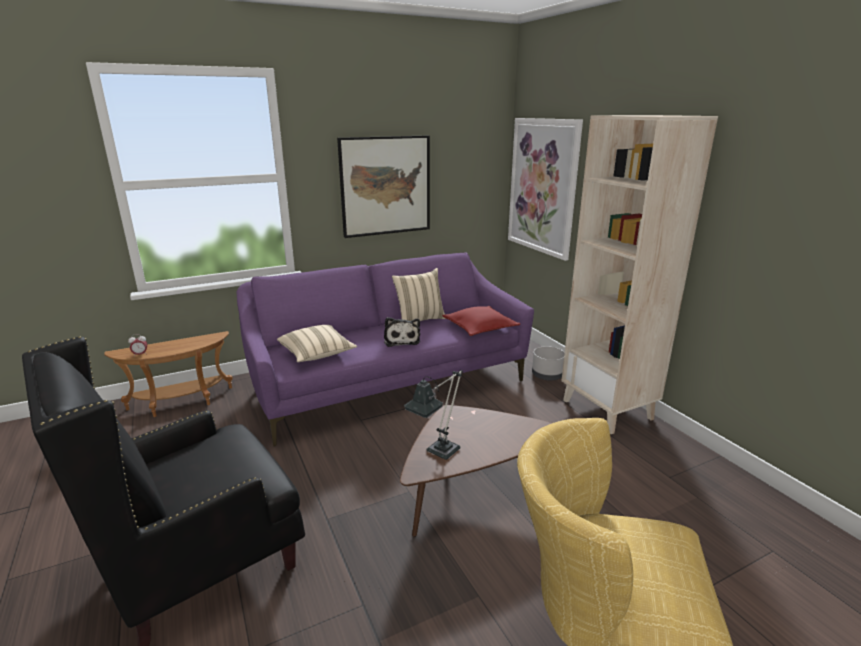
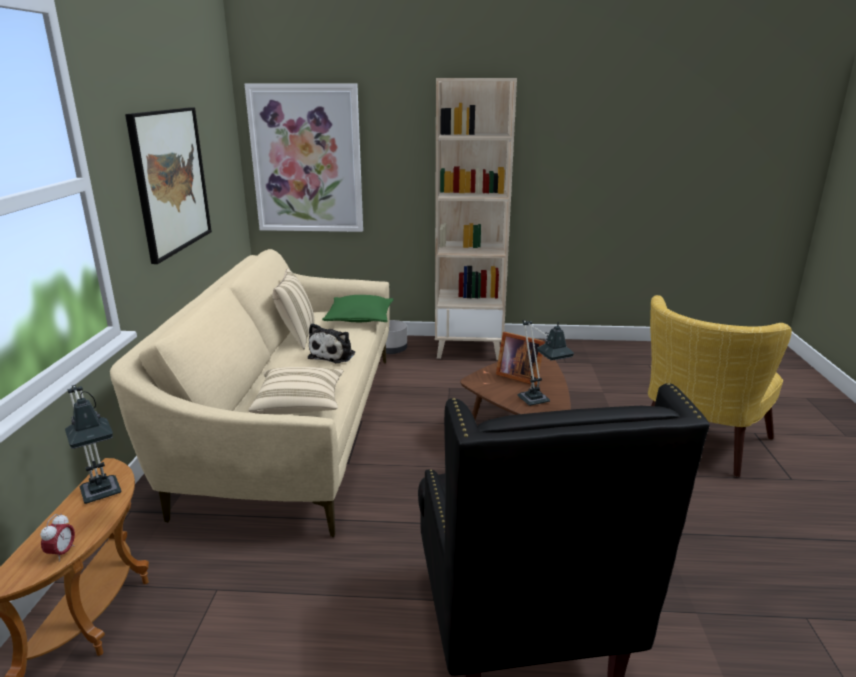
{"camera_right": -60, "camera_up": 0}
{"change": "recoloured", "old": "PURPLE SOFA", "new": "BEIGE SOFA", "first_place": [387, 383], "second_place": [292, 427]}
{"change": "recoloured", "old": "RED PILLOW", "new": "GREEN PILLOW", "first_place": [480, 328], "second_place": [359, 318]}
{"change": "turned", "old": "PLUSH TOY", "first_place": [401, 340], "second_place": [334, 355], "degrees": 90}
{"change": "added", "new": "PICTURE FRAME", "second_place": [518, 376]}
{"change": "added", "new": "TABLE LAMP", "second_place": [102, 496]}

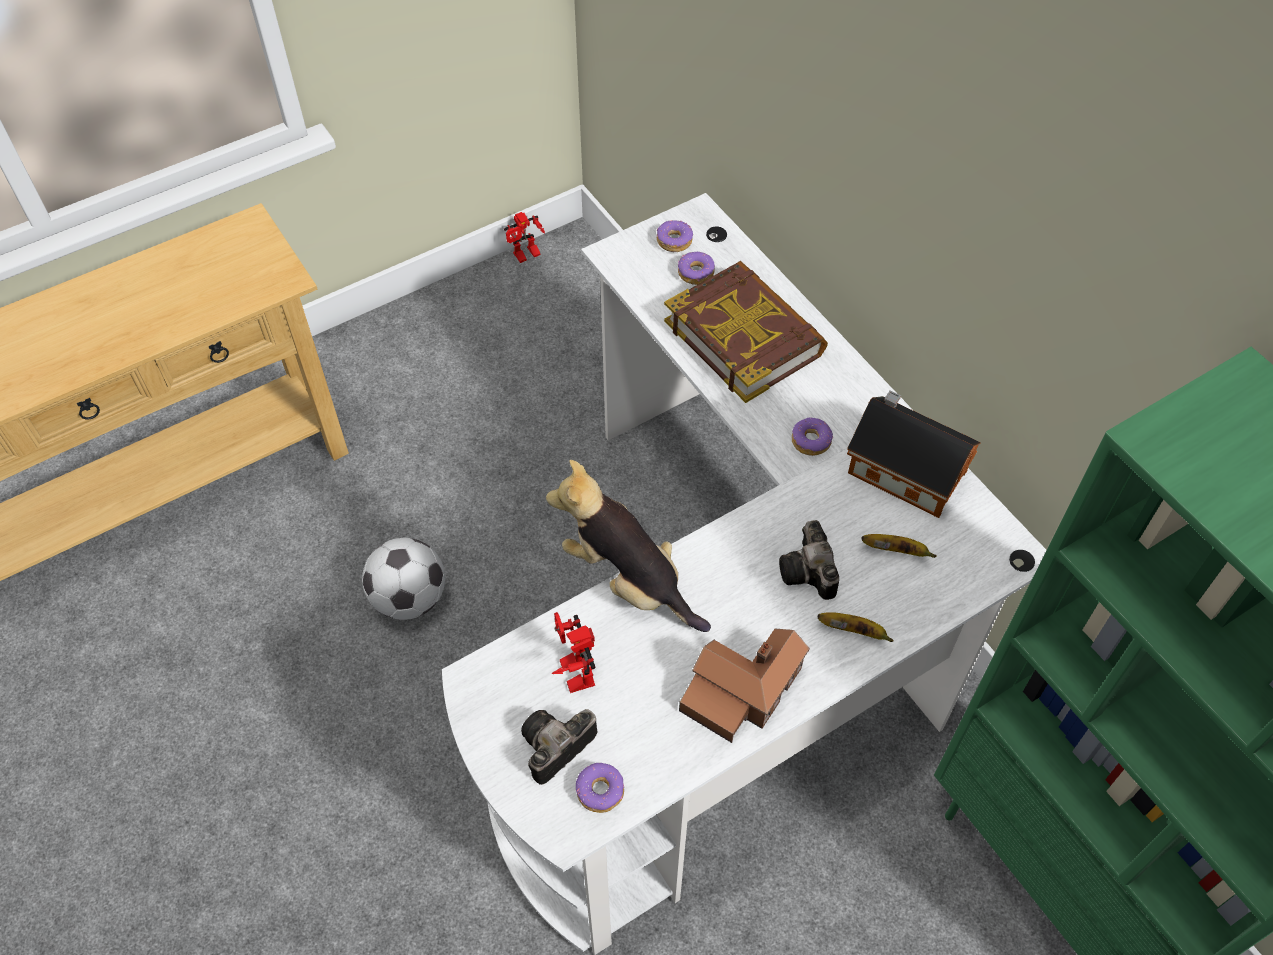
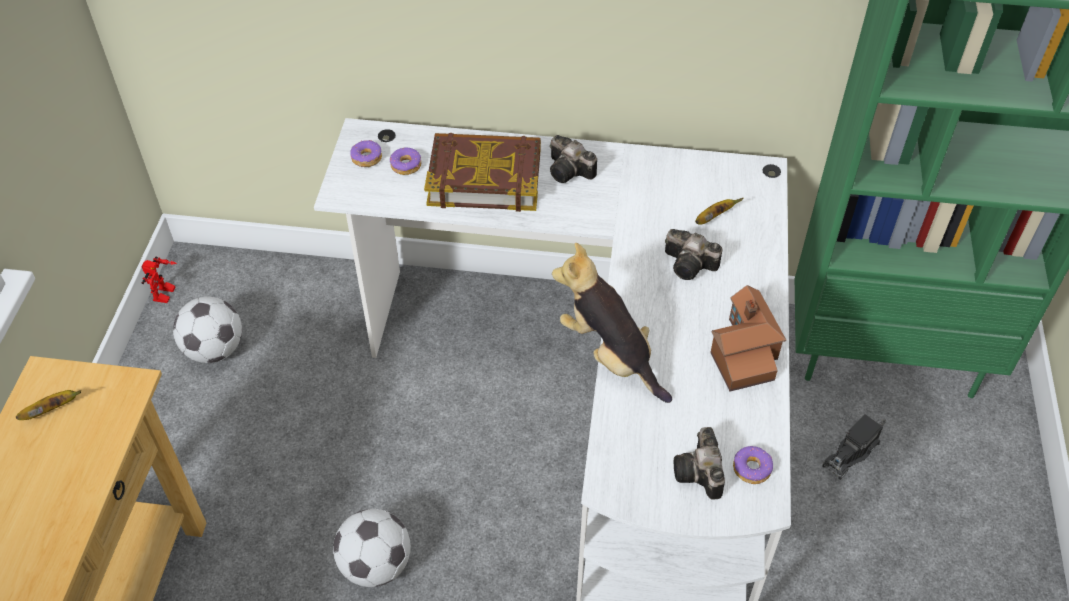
{"camera_right": -50, "camera_up": -5}
{"change": "removed", "old": "TOY HOUSE", "first_place": [903, 469]}
{"change": "removed", "old": "DONUT", "first_place": [811, 441]}
{"change": "turned", "old": "PLUSH TOY", "first_place": [628, 580], "second_place": [610, 354], "degrees": 60}
{"change": "removed", "old": "TOY ROBOT", "first_place": [571, 672]}
{"change": "moved", "old": "BANANA", "first_place": [853, 631], "second_place": [52, 409]}
{"change": "added", "new": "PHOTO CAMERA", "second_place": [571, 171]}
{"change": "added", "new": "FOOTBALL", "second_place": [215, 349]}
{"change": "added", "new": "TOY TRUCK", "second_place": [851, 453]}

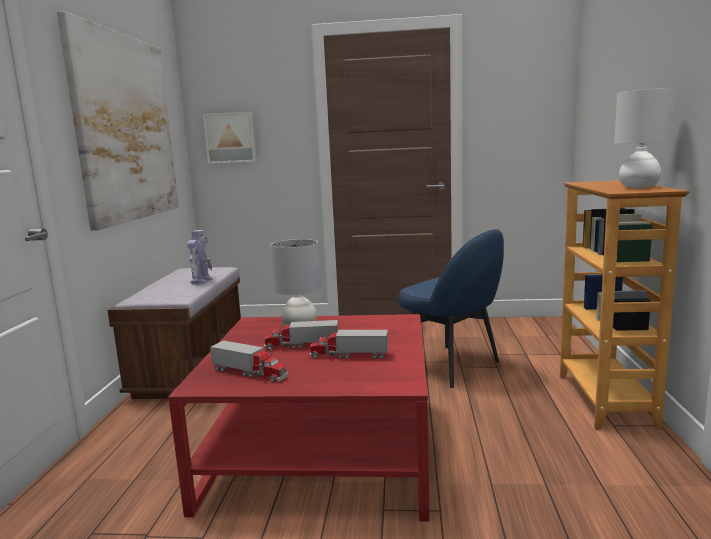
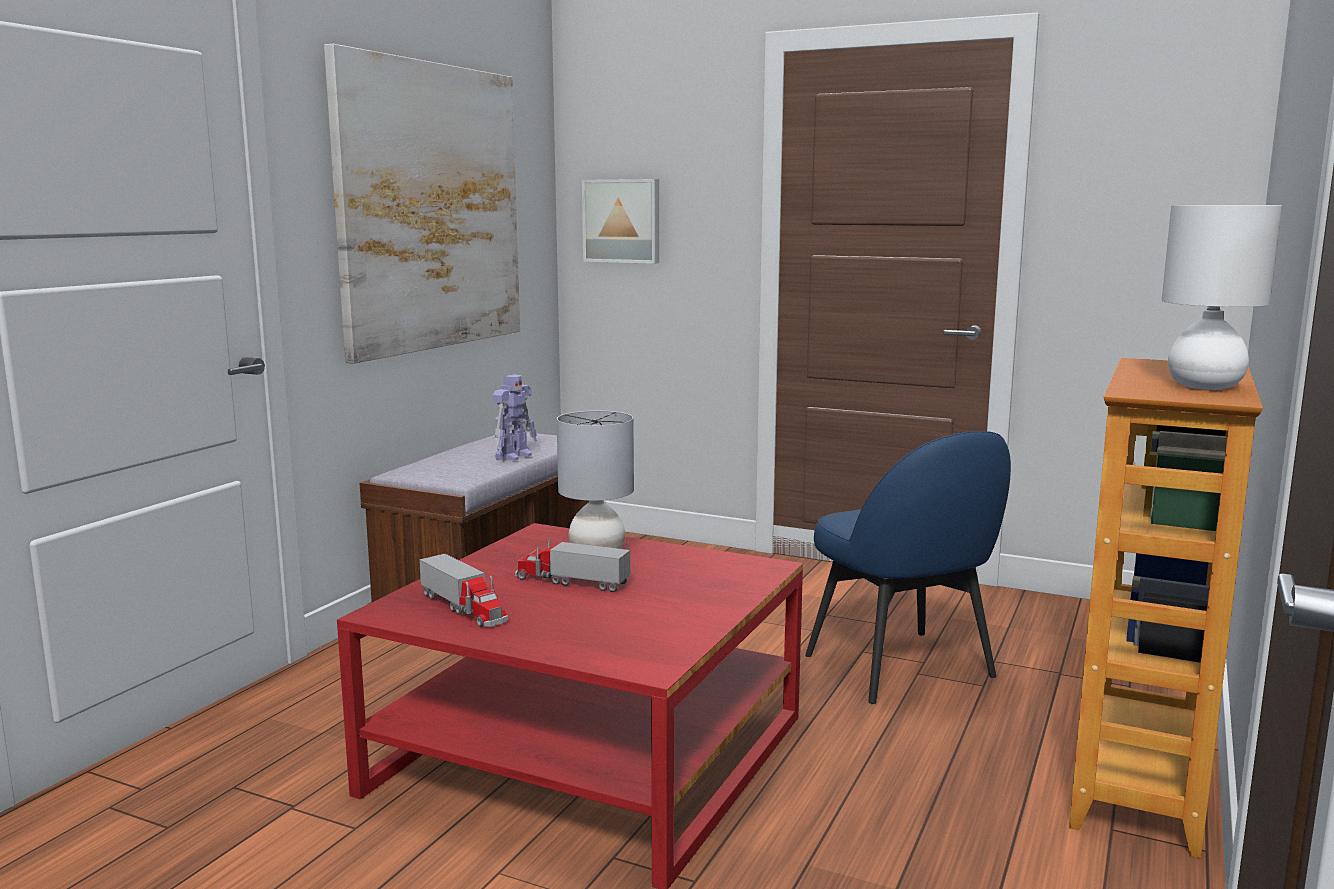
{"camera_right": 20, "camera_up": 0}
{"change": "removed", "old": "TOY TRUCK", "first_place": [348, 355]}

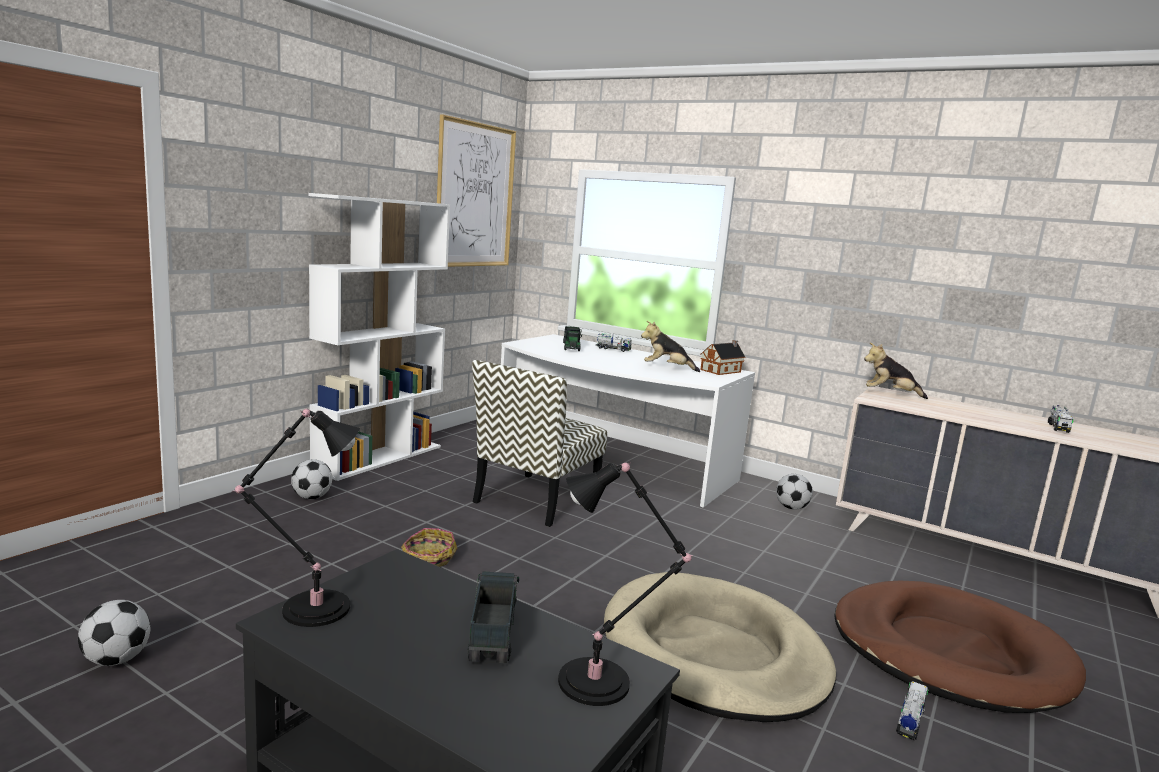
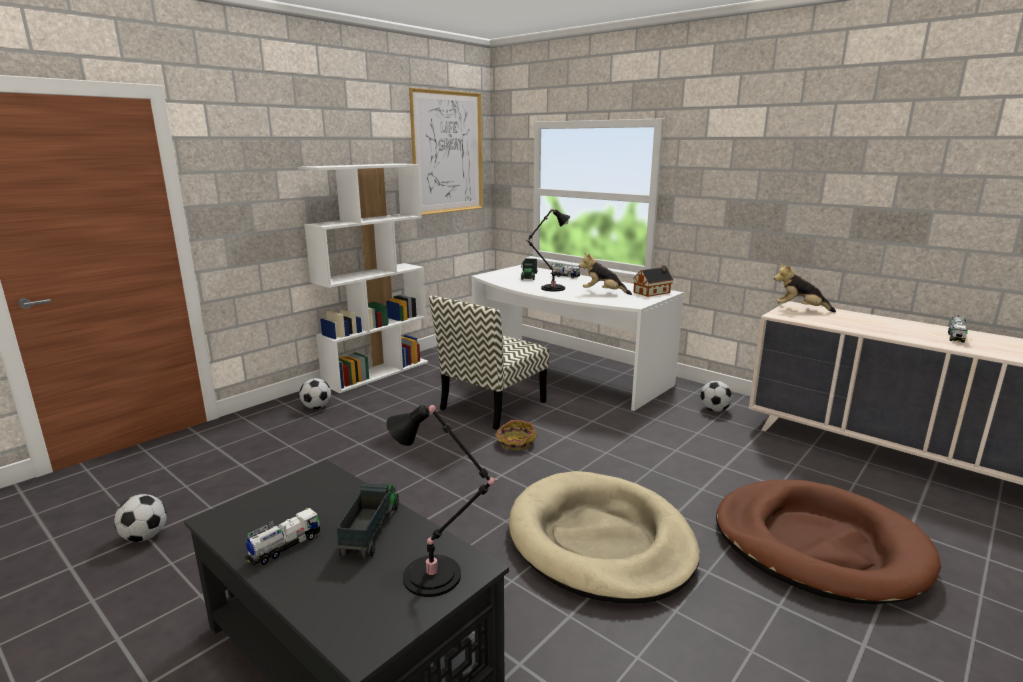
{"camera_right": 10, "camera_up": 5}
{"change": "moved", "old": "BLACK TABLE LAMP", "first_place": [310, 609], "second_place": [550, 288]}
{"change": "moved", "old": "BASKET", "first_place": [428, 558], "second_place": [515, 443]}
{"change": "moved", "old": "TOY TRUCK", "first_place": [910, 721], "second_place": [284, 547]}

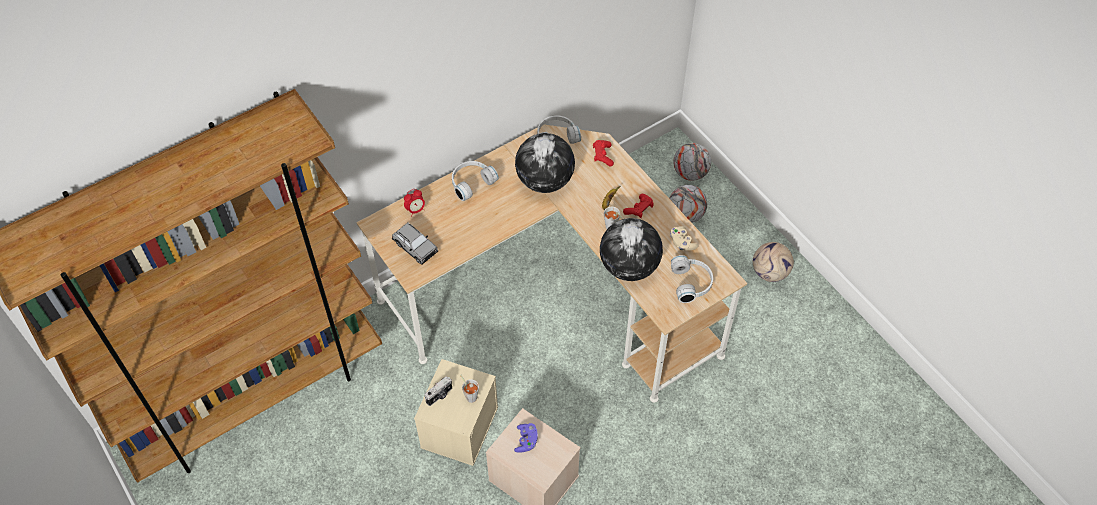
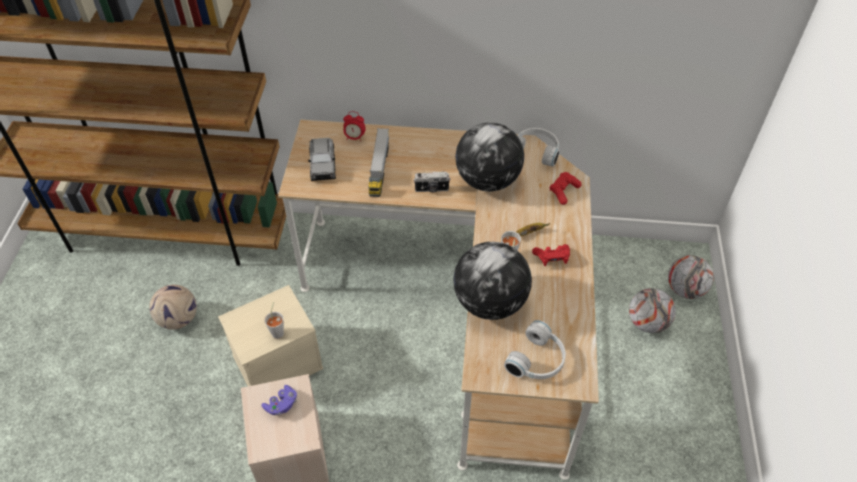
{"camera_right": 40, "camera_up": -5}
{"change": "removed", "old": "WHITE HEADPHONES", "first_place": [471, 182]}
{"change": "removed", "old": "BEIGE GAME CONTROLLER", "first_place": [682, 243]}
{"change": "moved", "old": "FOOTBALL", "first_place": [770, 272], "second_place": [179, 319]}
{"change": "moved", "old": "PHOTO CAMERA", "first_place": [440, 395], "second_place": [432, 189]}
{"change": "added", "new": "TOY TRUCK", "second_place": [379, 169]}

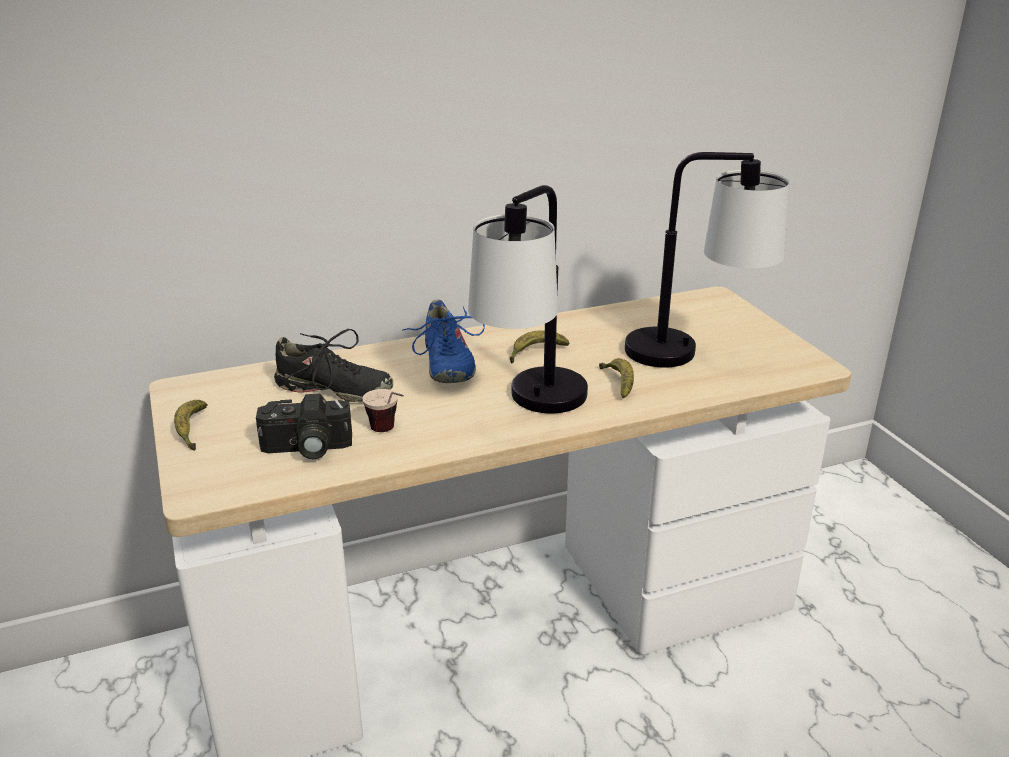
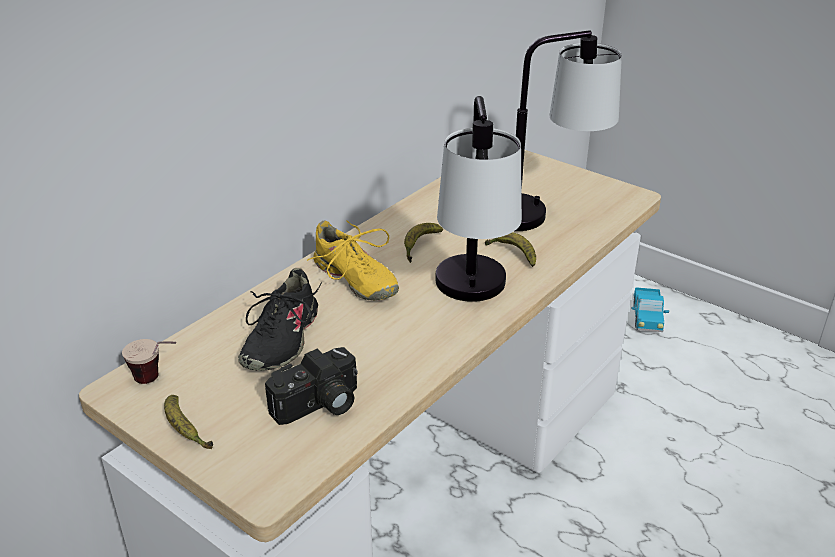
{"camera_right": -30, "camera_up": 5}
{"change": "recoloured", "old": "BLUE SHOE", "new": "YELLOW SHOE", "first_place": [445, 364], "second_place": [354, 280]}
{"change": "turned", "old": "BLACK SHOE", "first_place": [333, 390], "second_place": [280, 339], "degrees": 120}
{"change": "moved", "old": "CUP", "first_place": [389, 433], "second_place": [158, 380]}
{"change": "added", "new": "TOY TRUCK", "second_place": [646, 319]}

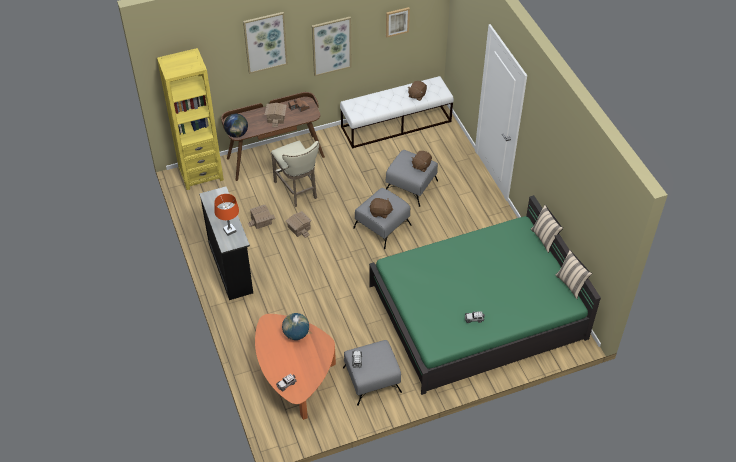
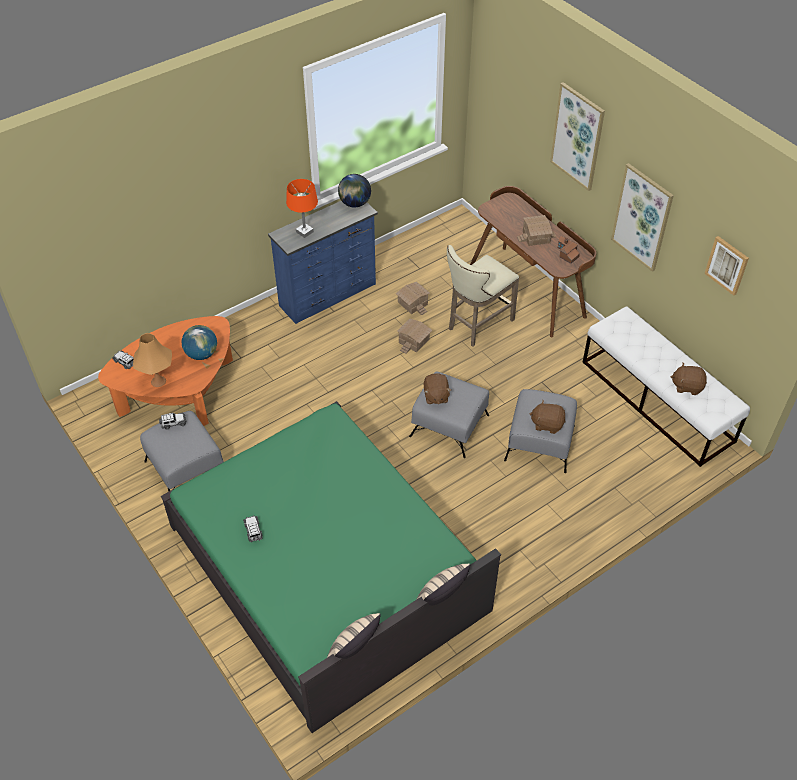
{"camera_right": 75, "camera_up": 0}
{"change": "removed", "old": "YELLOW BOOKCASE", "first_place": [201, 174]}
{"change": "moved", "old": "GLOBE", "first_place": [237, 134], "second_place": [354, 203]}
{"change": "recoloured", "old": "BLACK DRESSER", "new": "BLUE DRESSER", "first_place": [231, 267], "second_place": [329, 295]}
{"change": "added", "new": "ORANGE TABLE LAMP", "second_place": [158, 381]}

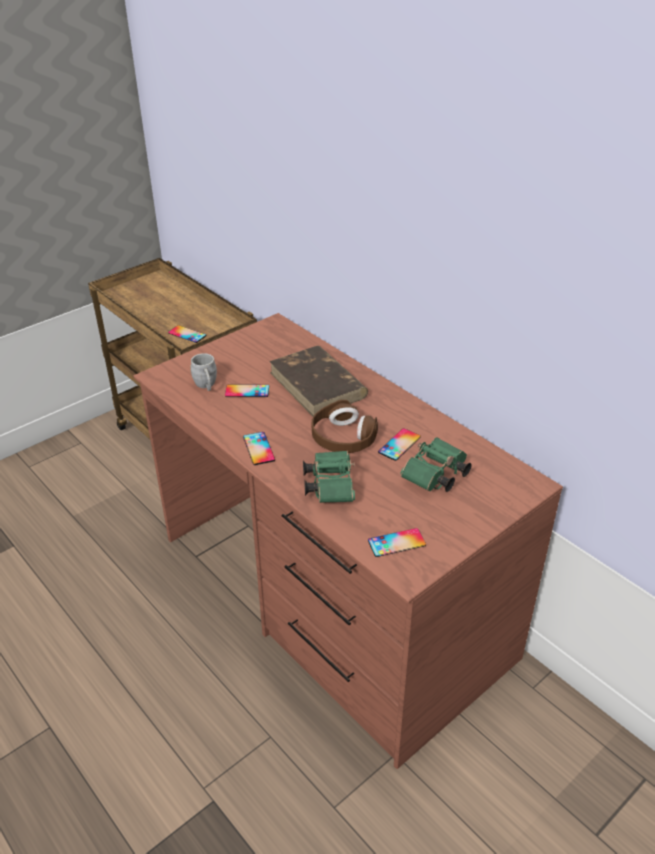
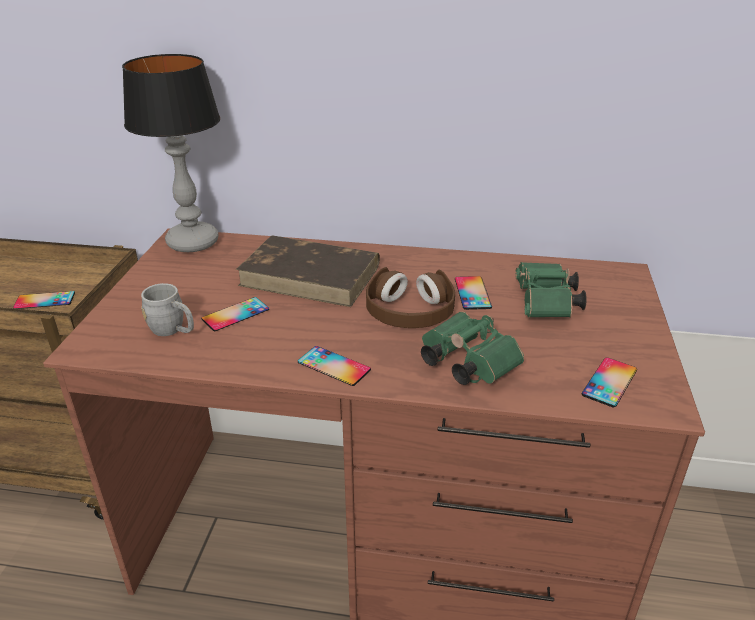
{"camera_right": -40, "camera_up": -5}
{"change": "added", "new": "TABLE LAMP", "second_place": [193, 243]}

